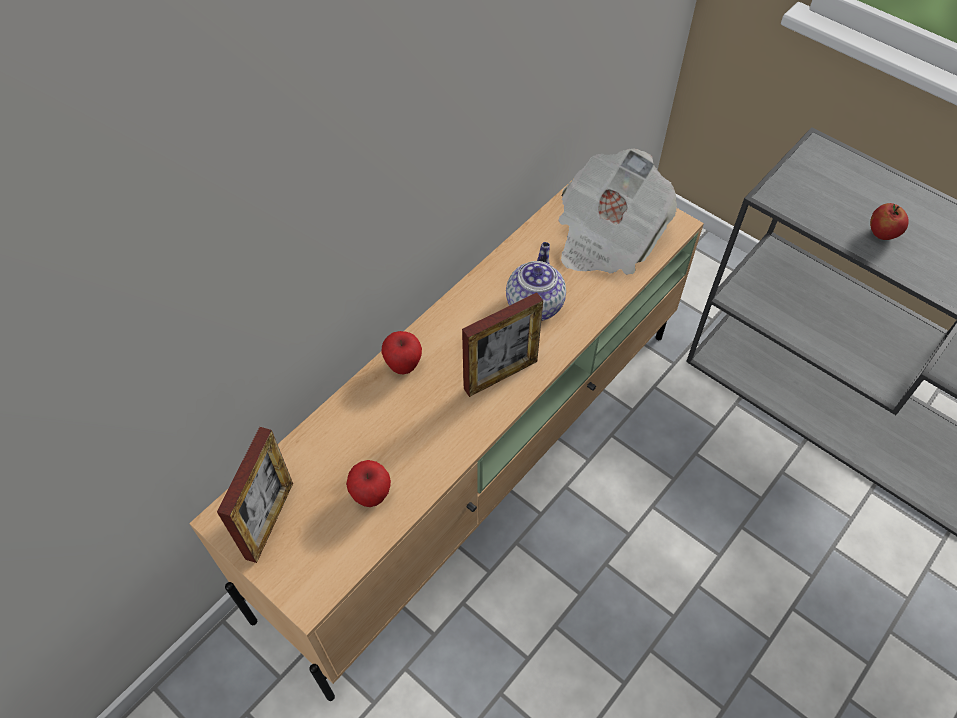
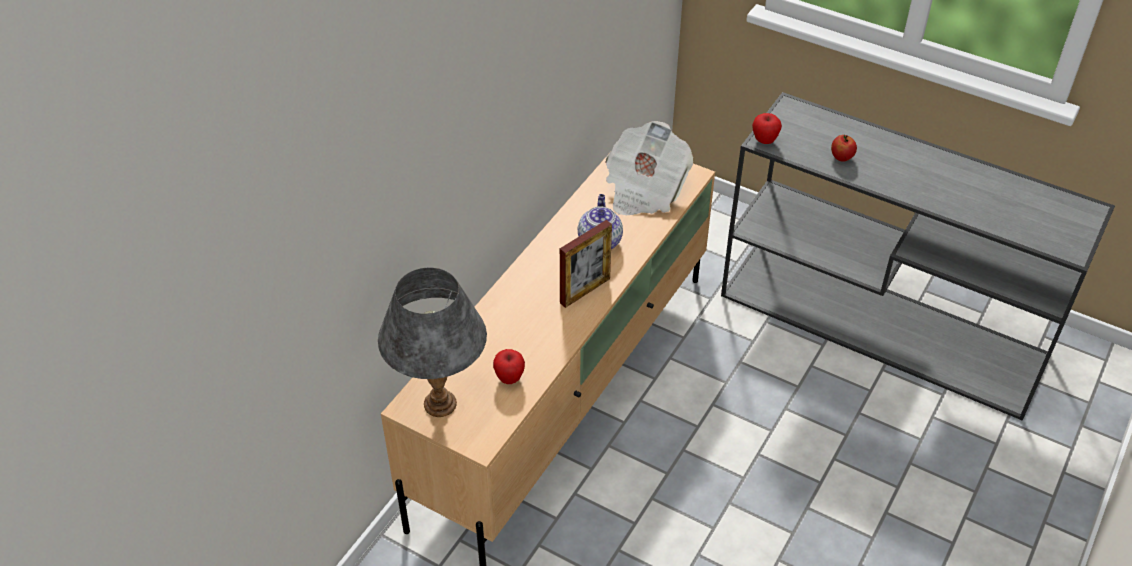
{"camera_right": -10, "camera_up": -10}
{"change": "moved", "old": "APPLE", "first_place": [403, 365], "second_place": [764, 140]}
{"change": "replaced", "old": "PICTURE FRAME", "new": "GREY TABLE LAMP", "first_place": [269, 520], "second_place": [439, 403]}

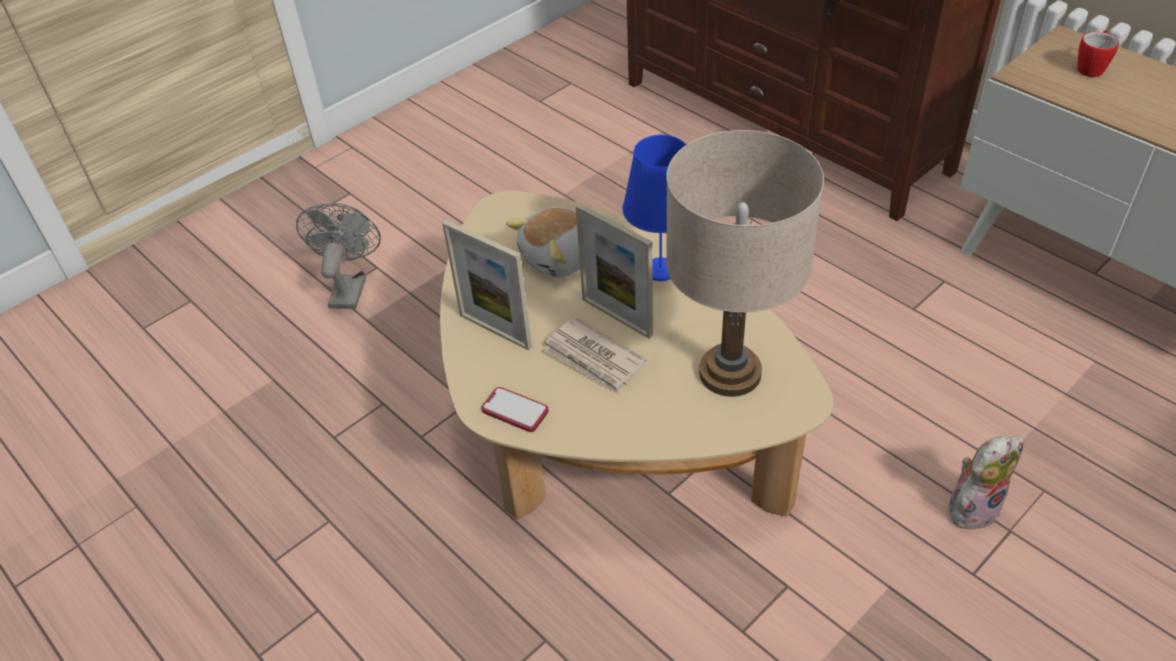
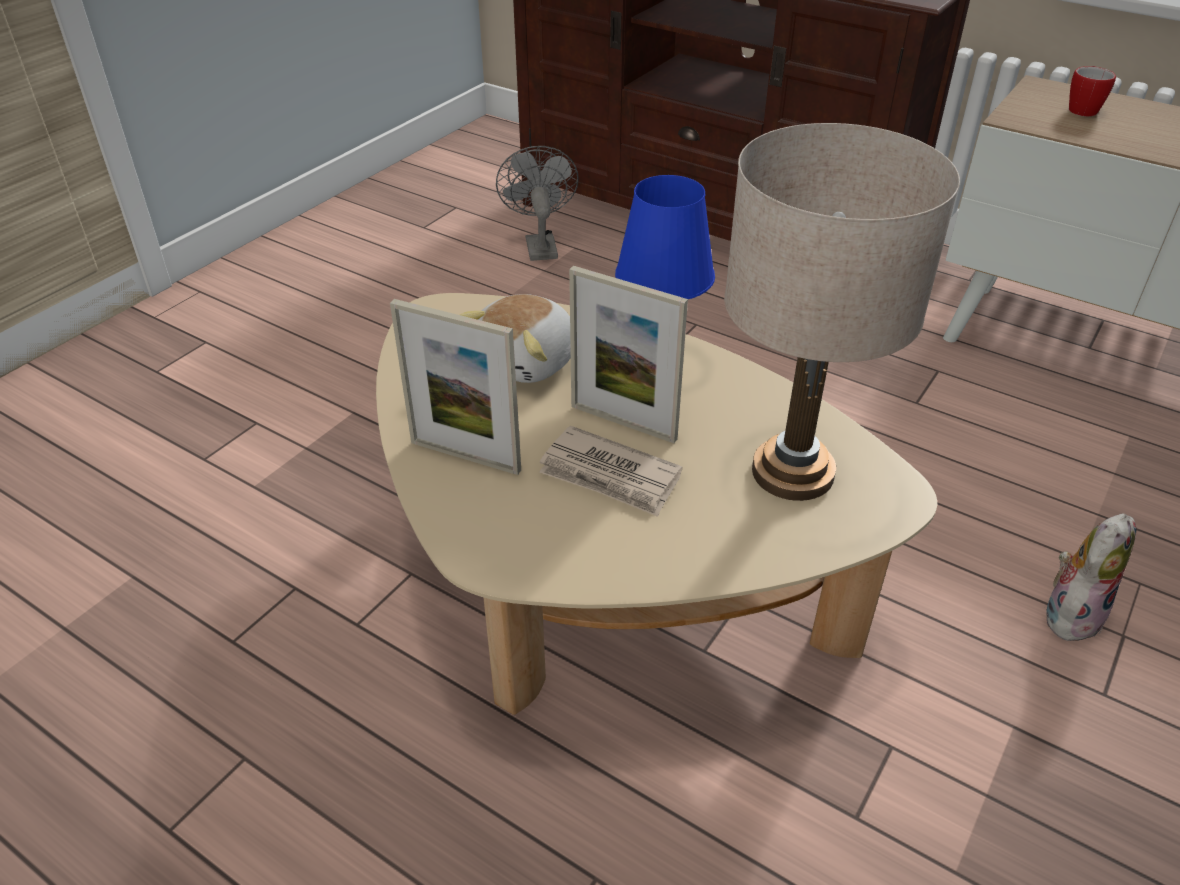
{"camera_right": -15, "camera_up": -5}
{"change": "moved", "old": "GREY FAN", "first_place": [349, 287], "second_place": [539, 245]}
{"change": "removed", "old": "PHONE", "first_place": [515, 411]}

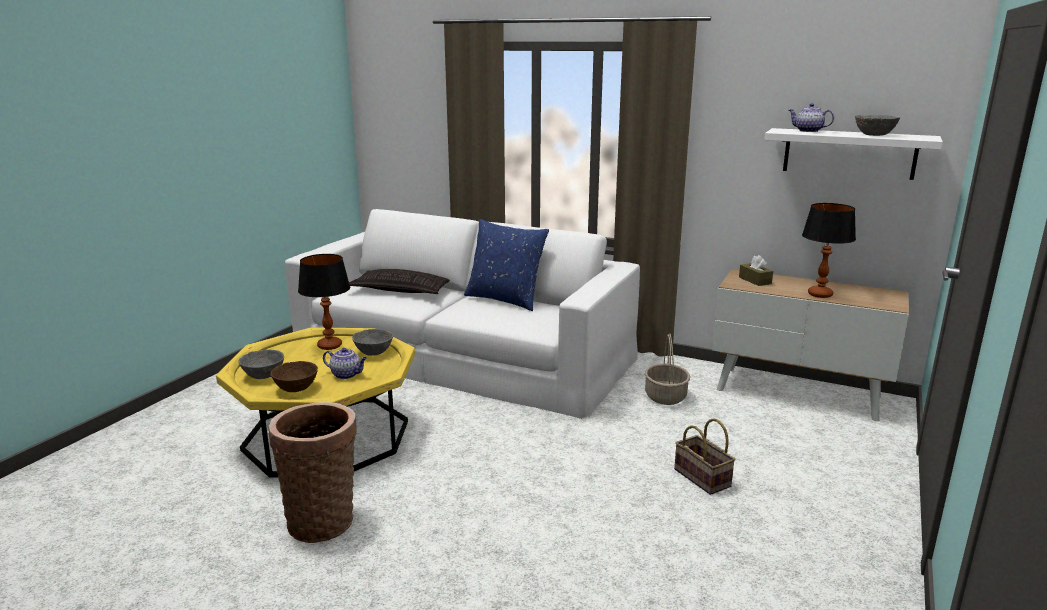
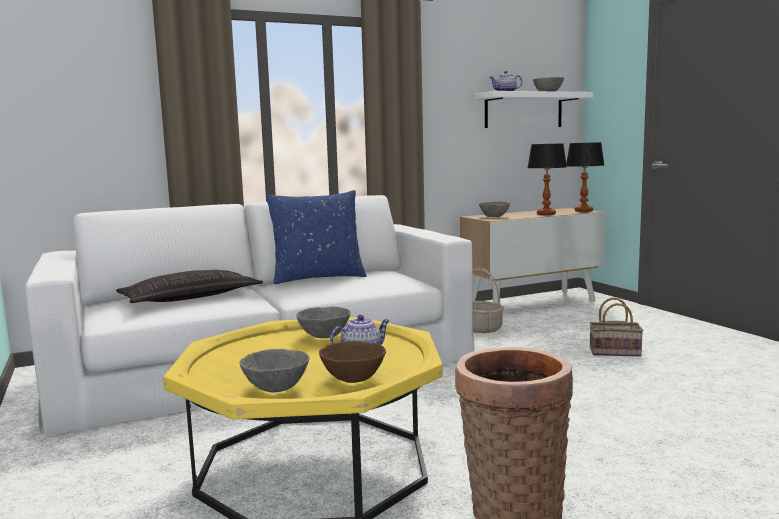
{"camera_right": -50, "camera_up": -10}
{"change": "moved", "old": "TABLE LAMP", "first_place": [330, 346], "second_place": [583, 211]}
{"change": "replaced", "old": "BROWN TISSUE BOX", "new": "GREY BOWL", "first_place": [755, 280], "second_place": [494, 216]}

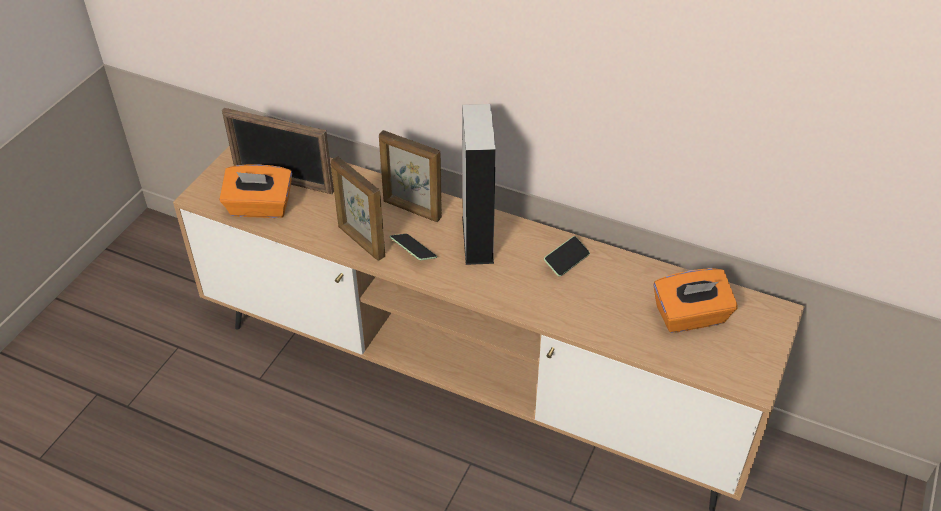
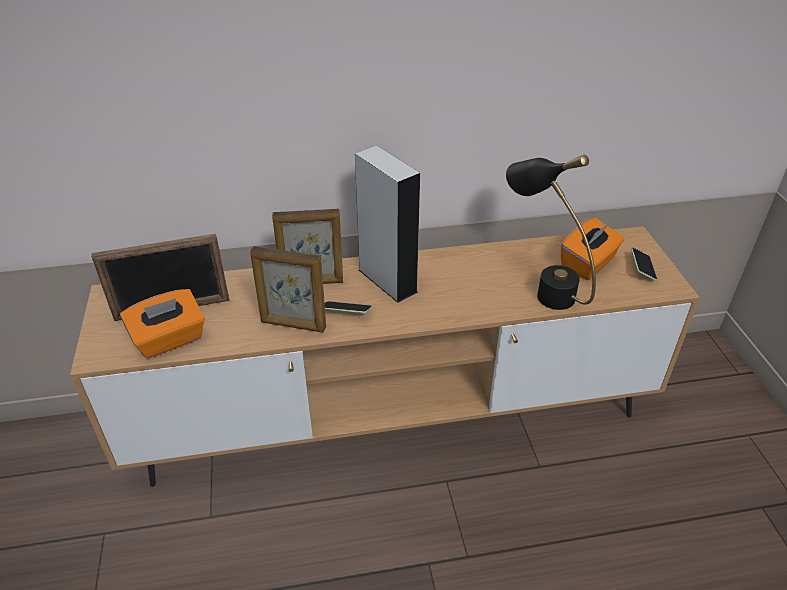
{"camera_right": -35, "camera_up": -5}
{"change": "moved", "old": "PHONE", "first_place": [566, 261], "second_place": [642, 269]}
{"change": "added", "new": "BLACK TABLE LAMP", "second_place": [542, 287]}

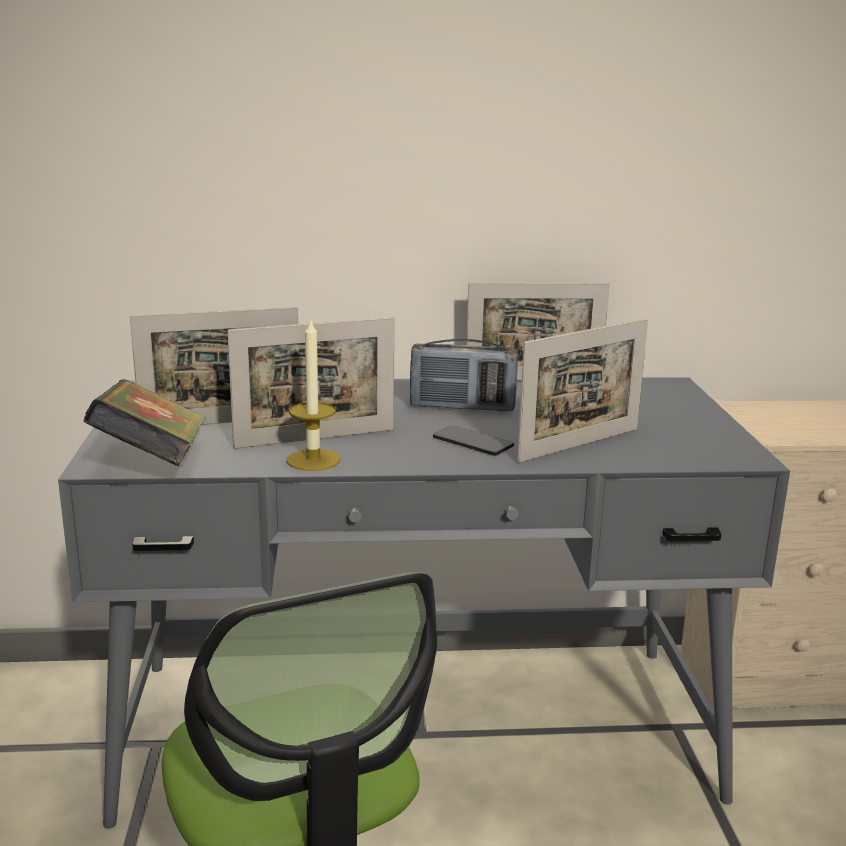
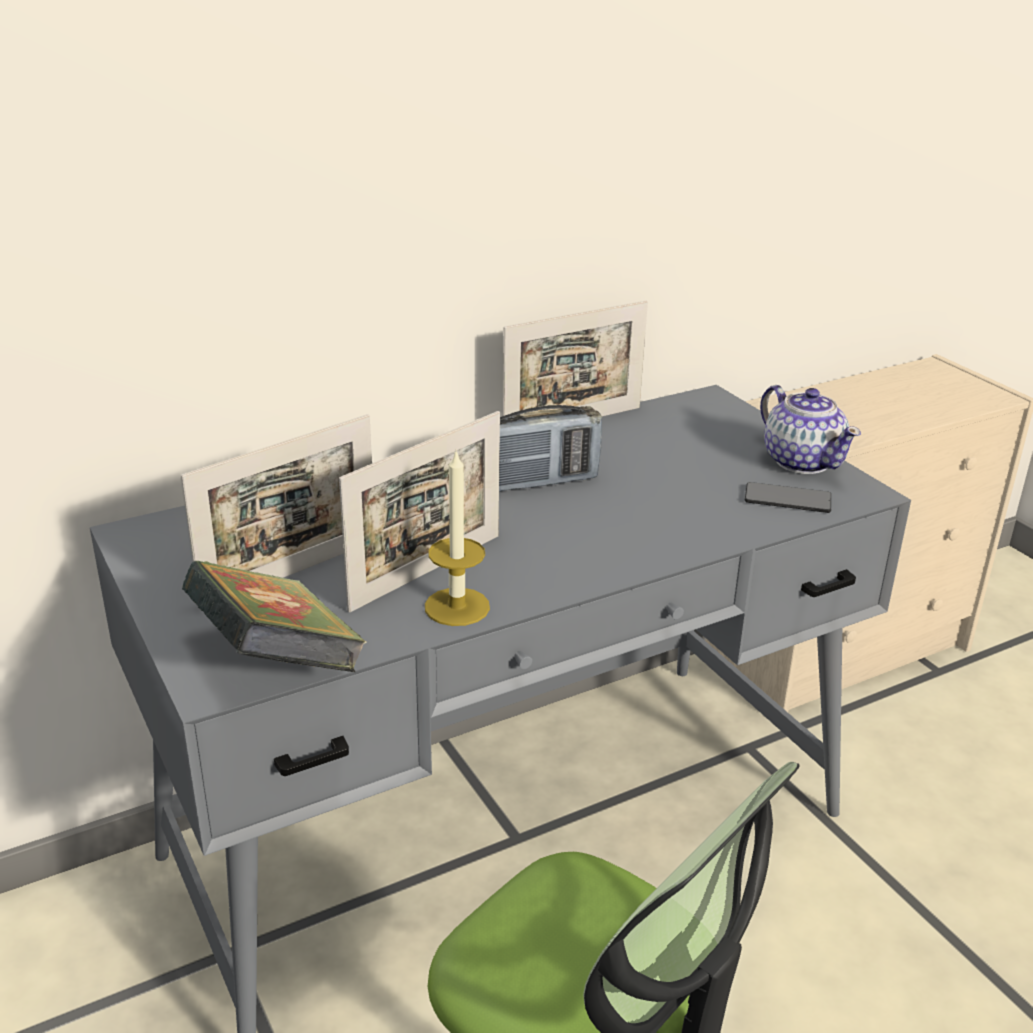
{"camera_right": -25, "camera_up": 10}
{"change": "removed", "old": "PICTURE FRAME", "first_place": [579, 445]}
{"change": "moved", "old": "PHONE", "first_place": [472, 442], "second_place": [787, 499]}
{"change": "added", "new": "TEAPOT", "second_place": [802, 461]}

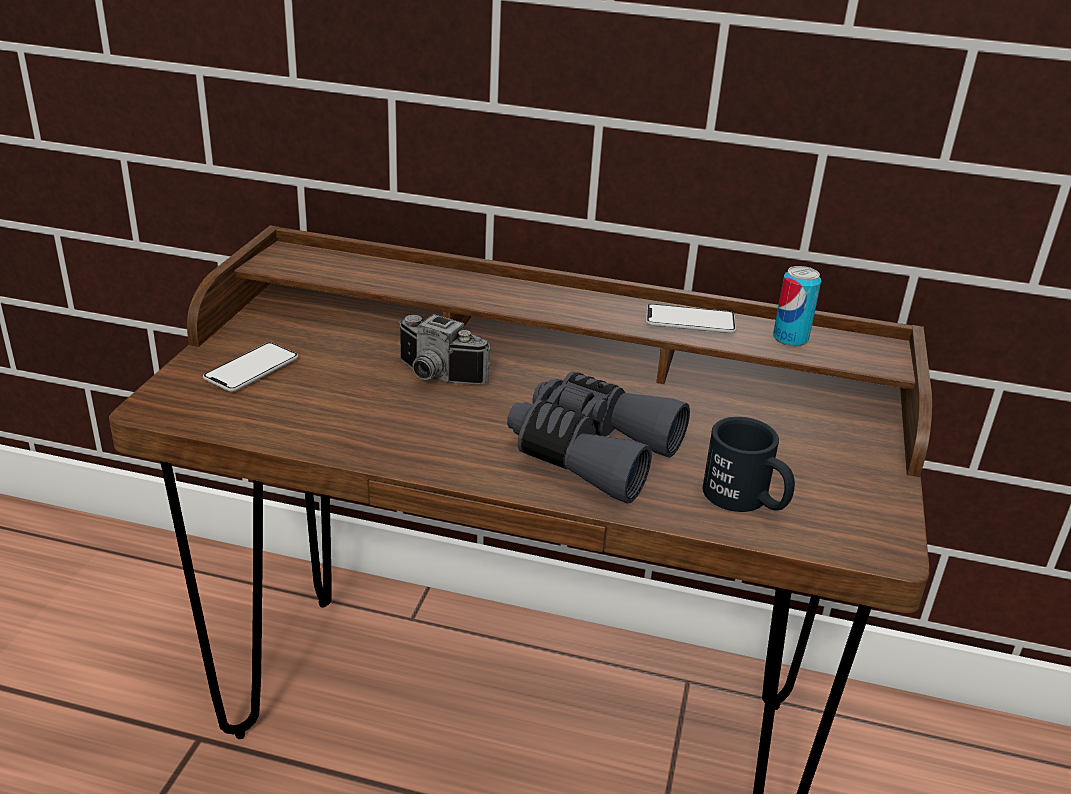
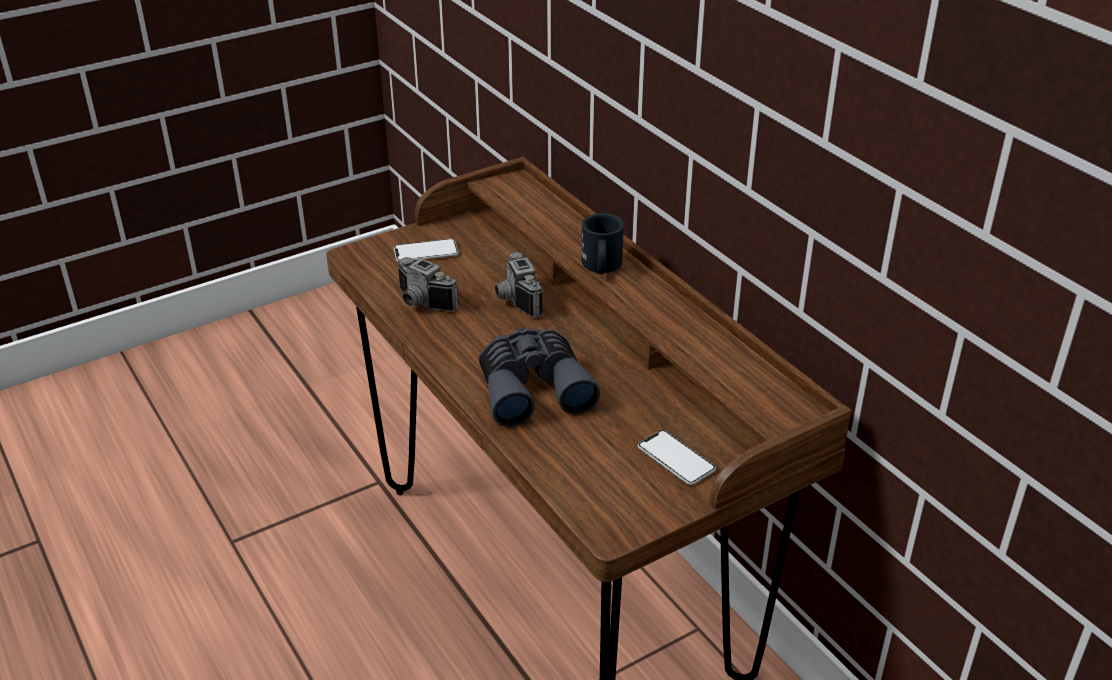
{"camera_right": 45, "camera_up": 5}
{"change": "removed", "old": "CAN", "first_place": [790, 338]}
{"change": "moved", "old": "PHONE", "first_place": [690, 321], "second_place": [676, 459]}
{"change": "moved", "old": "BLACK MUG", "first_place": [746, 500], "second_place": [601, 267]}
{"change": "added", "new": "PHOTO CAMERA", "second_place": [421, 304]}

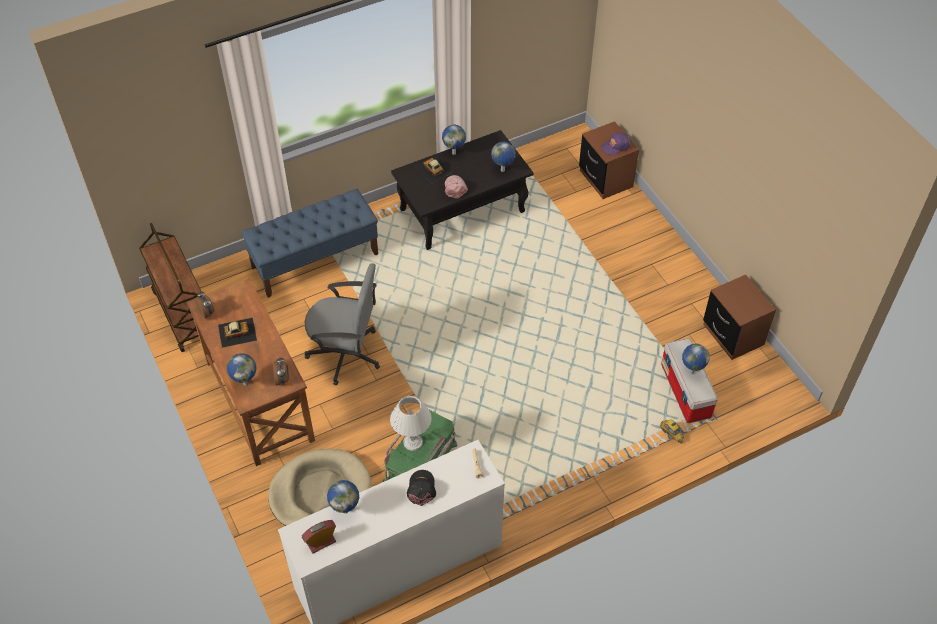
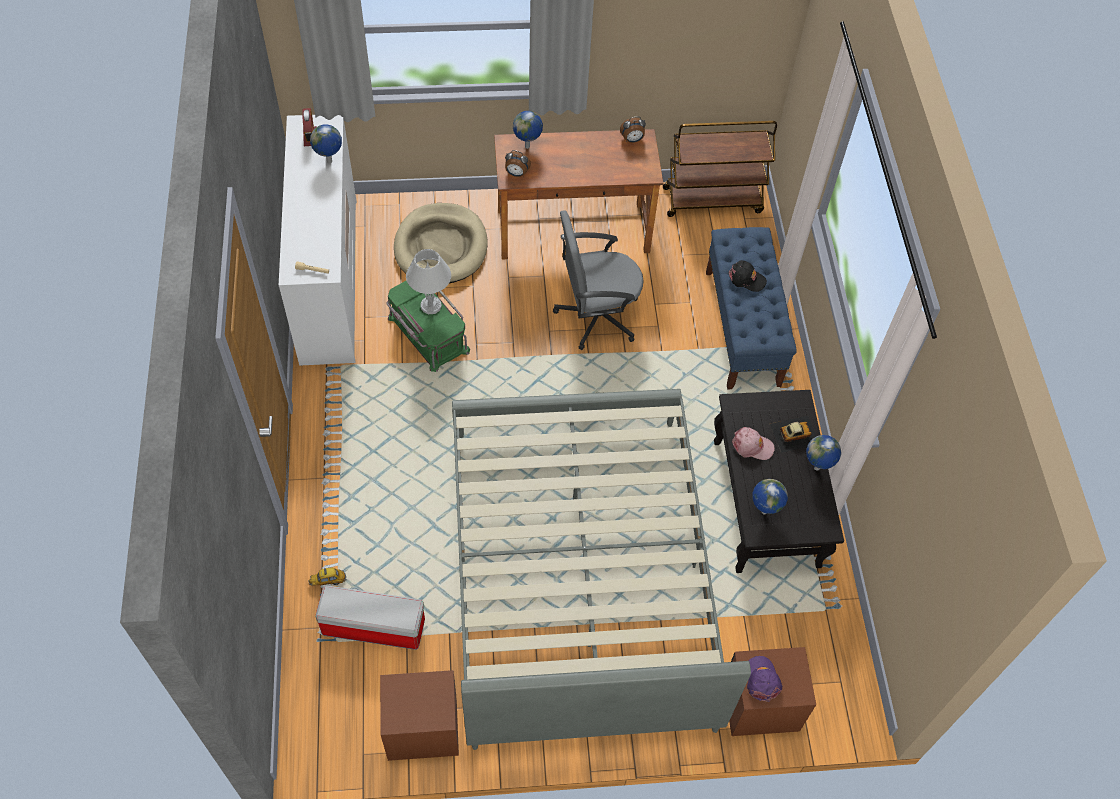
{"camera_right": 110, "camera_up": 5}
{"change": "turned", "old": "GREY OFFICE CHAIR", "first_place": [346, 354], "second_place": [596, 316], "degrees": 45}
{"change": "removed", "old": "TOY CAR", "first_place": [237, 332]}
{"change": "removed", "old": "GLOBE", "first_place": [691, 371]}
{"change": "moved", "old": "BLACK CAP", "first_place": [421, 489], "second_place": [746, 279]}
{"change": "added", "new": "GREY BED", "second_place": [578, 574]}

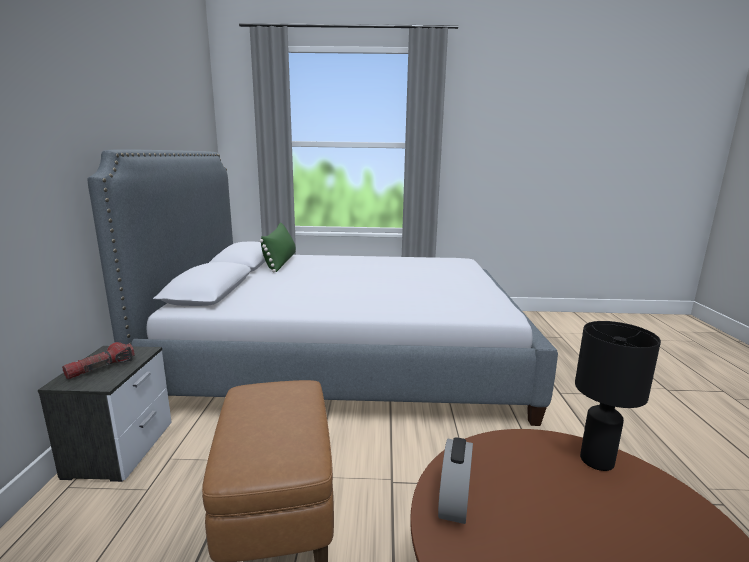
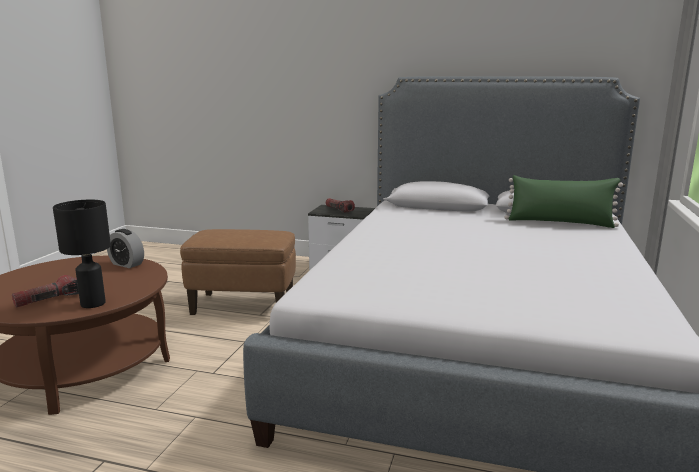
{"camera_right": 105, "camera_up": 0}
{"change": "added", "new": "FLASHLIGHT", "second_place": [49, 299]}

